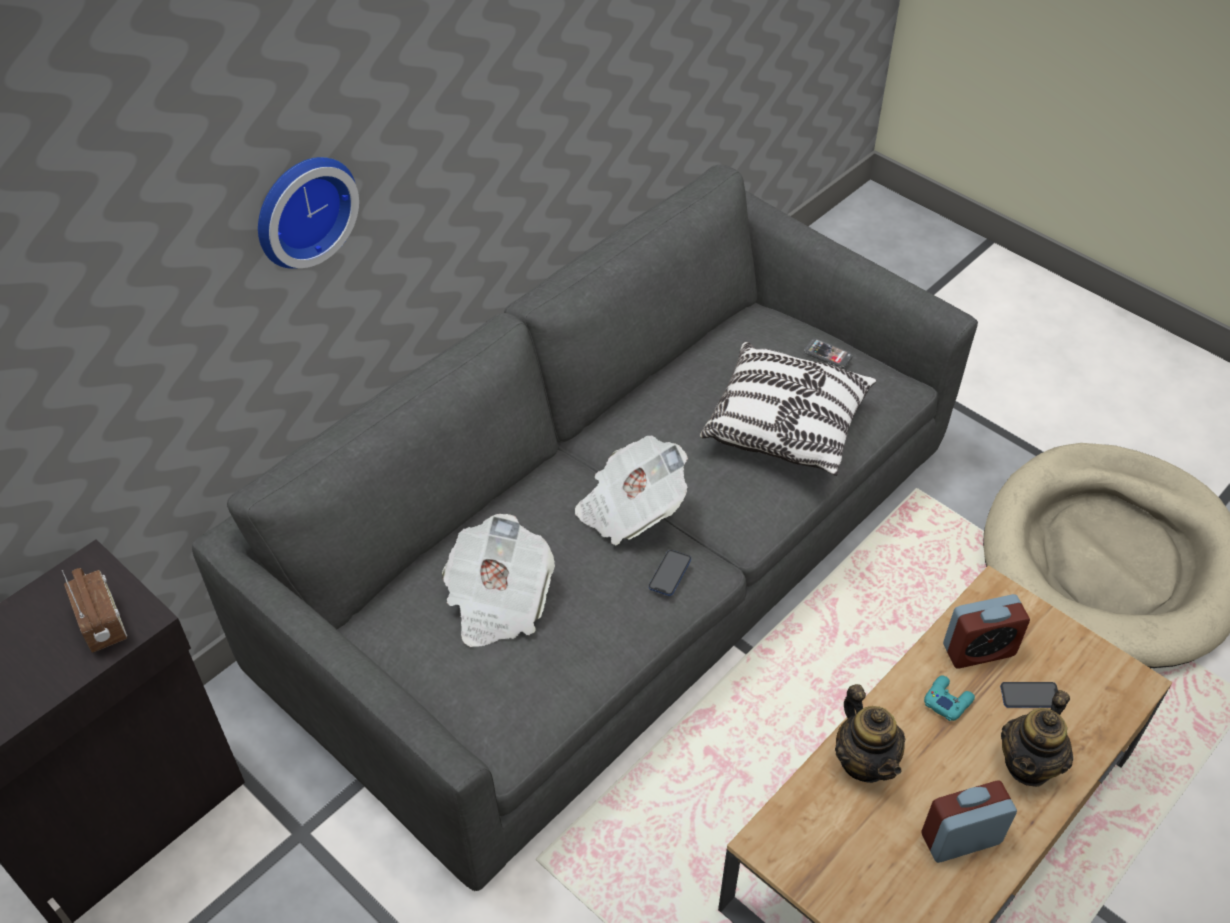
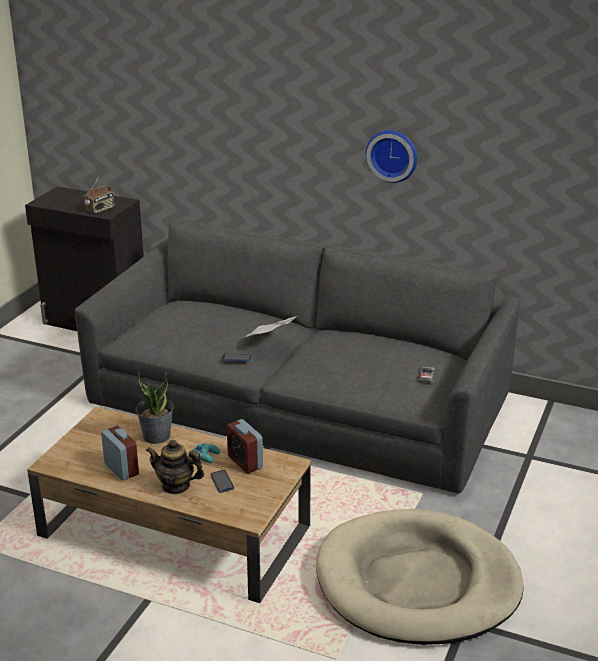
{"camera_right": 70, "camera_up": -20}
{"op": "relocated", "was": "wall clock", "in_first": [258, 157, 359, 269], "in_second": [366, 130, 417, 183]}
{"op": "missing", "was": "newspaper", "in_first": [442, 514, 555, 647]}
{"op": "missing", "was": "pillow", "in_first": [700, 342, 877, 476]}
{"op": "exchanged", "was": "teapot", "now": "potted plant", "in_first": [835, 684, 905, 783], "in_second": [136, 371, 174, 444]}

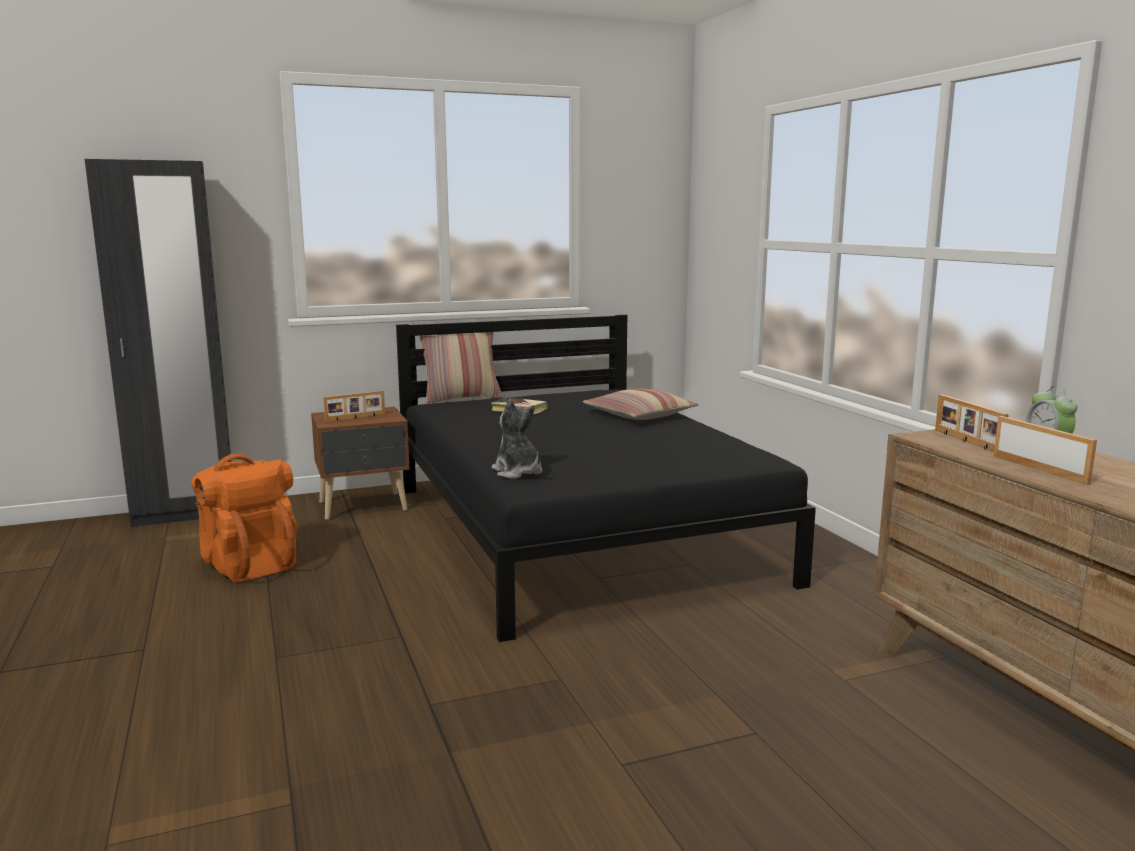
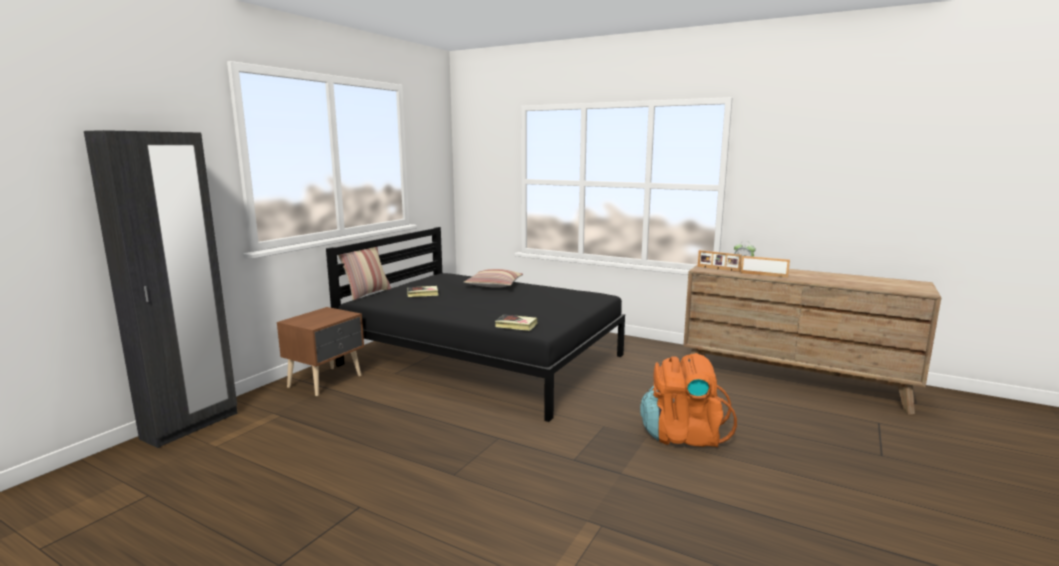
{"camera_right": -40, "camera_up": 0}
{"op": "relocated", "was": "orange backpack", "in_first": [191, 454, 297, 582], "in_second": [640, 353, 737, 447]}
{"op": "missing", "was": "picture frame", "in_first": [323, 391, 385, 422]}
{"op": "exchanged", "was": "plush toy", "now": "book", "in_first": [492, 399, 542, 479], "in_second": [495, 314, 537, 331]}

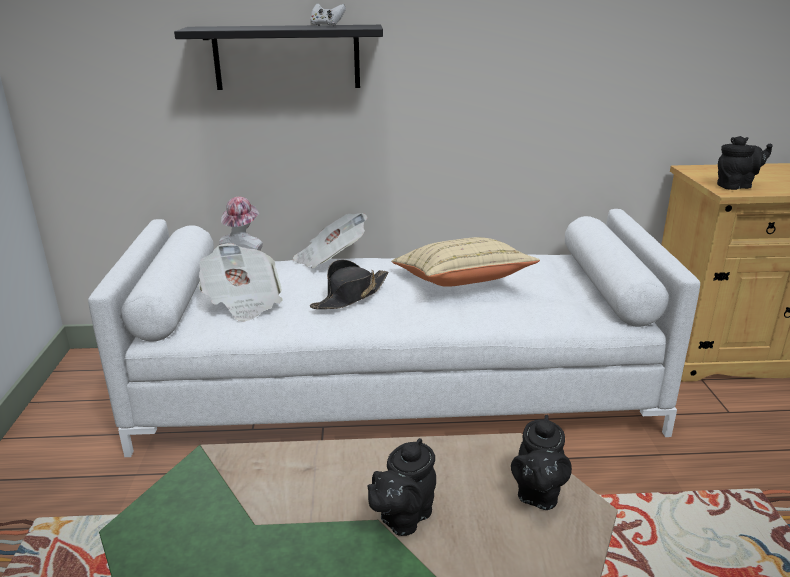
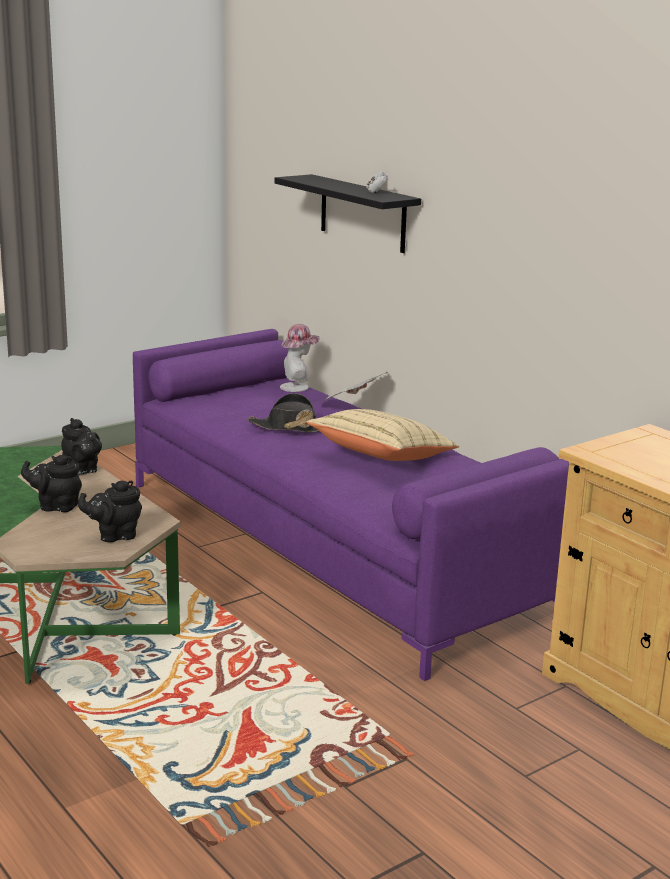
{"camera_right": 55, "camera_up": -5}
{"op": "colour", "was": "white sofa", "now": "purple sofa", "in_first": [88, 209, 700, 457], "in_second": [133, 329, 569, 681]}
{"op": "missing", "was": "newspaper", "in_first": [199, 243, 283, 322]}
{"op": "relocated", "was": "black teapot", "in_first": [717, 136, 773, 190], "in_second": [61, 418, 102, 474]}

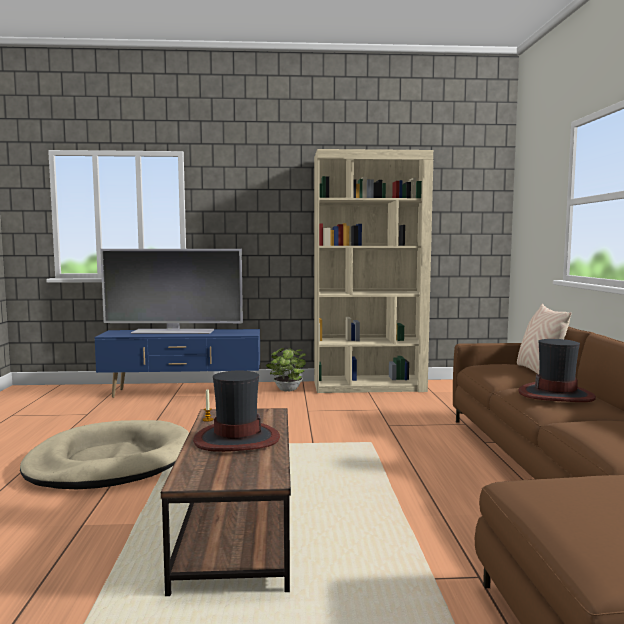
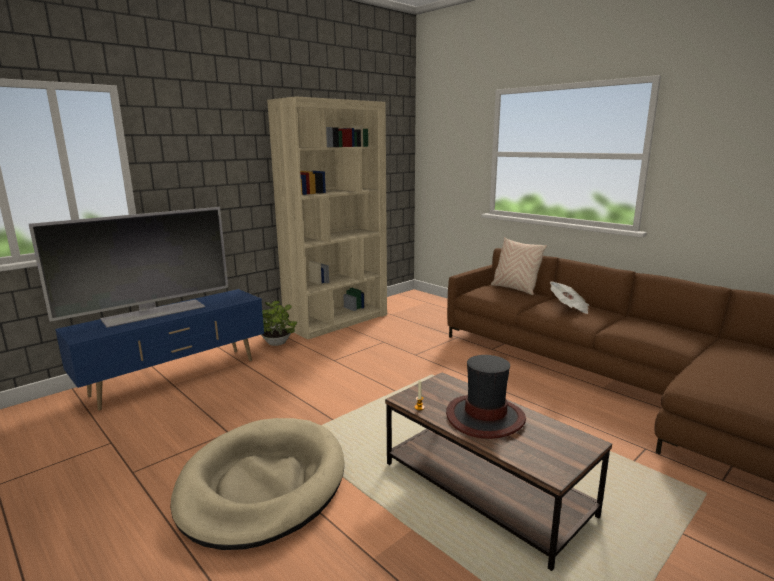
{"camera_right": -40, "camera_up": 10}
{"op": "exchanged", "was": "hat", "now": "newspaper", "in_first": [519, 339, 596, 402], "in_second": [550, 281, 589, 314]}

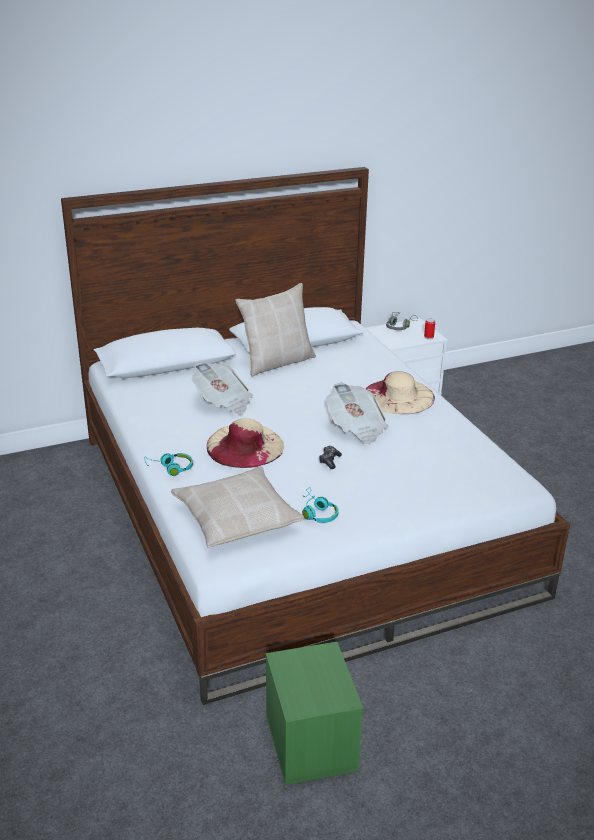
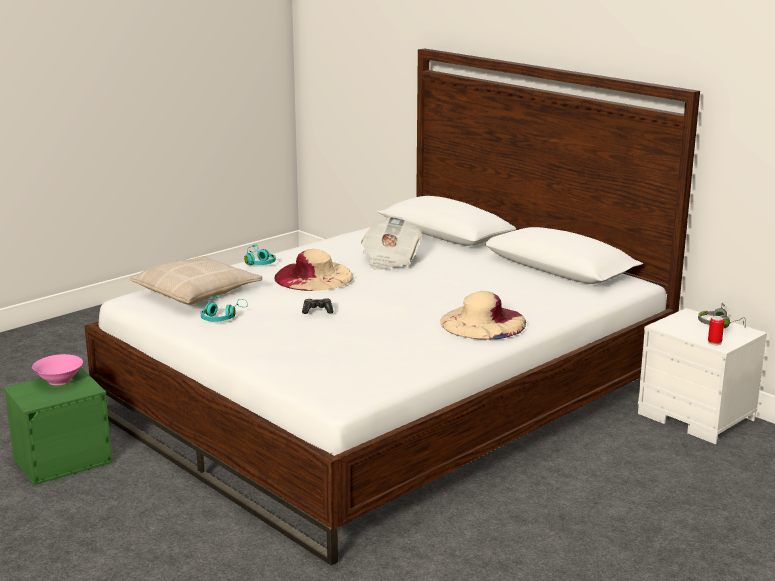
{"camera_right": 70, "camera_up": -10}
{"op": "missing", "was": "beige pillow", "in_first": [235, 283, 316, 377]}
{"op": "missing", "was": "newspaper", "in_first": [326, 383, 388, 444]}
{"op": "appeared", "now": "pink bowl", "in_second": [32, 354, 83, 385]}

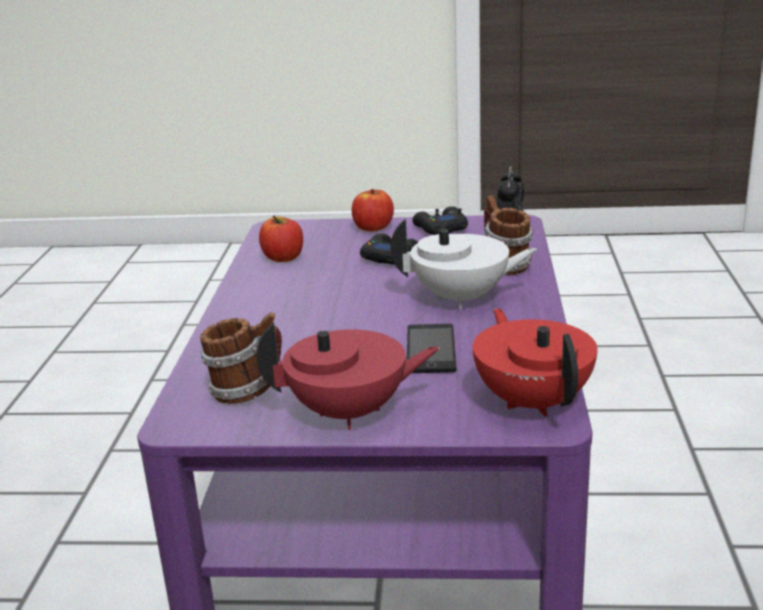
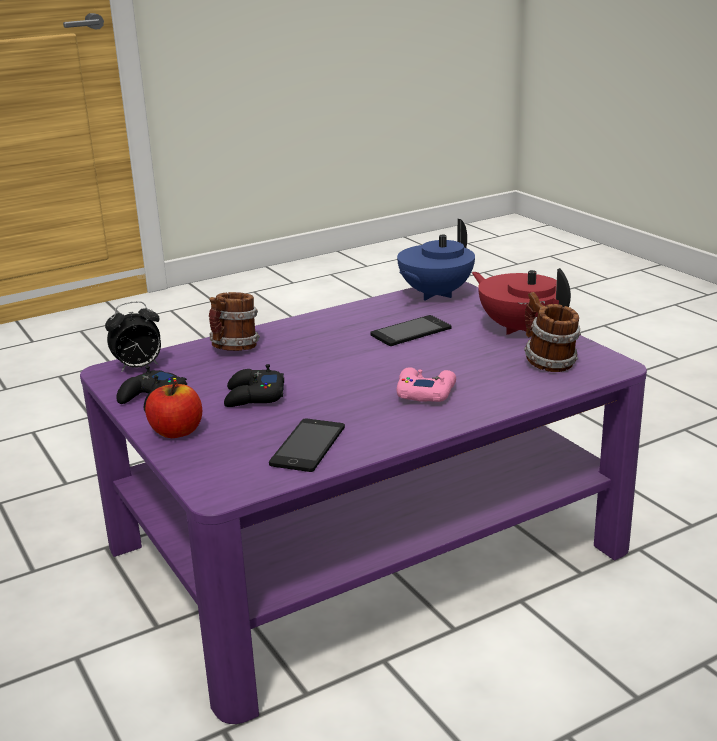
{"camera_right": -125, "camera_up": 0}
{"op": "exchanged", "was": "apple", "now": "phone", "in_first": [259, 216, 303, 262], "in_second": [269, 418, 345, 472]}
{"op": "missing", "was": "white teapot", "in_first": [390, 219, 538, 309]}
{"op": "colour", "was": "red teapot", "now": "blue teapot", "in_first": [473, 308, 597, 417], "in_second": [397, 219, 475, 301]}
{"op": "appeared", "now": "pink game controller", "in_second": [396, 367, 456, 402]}

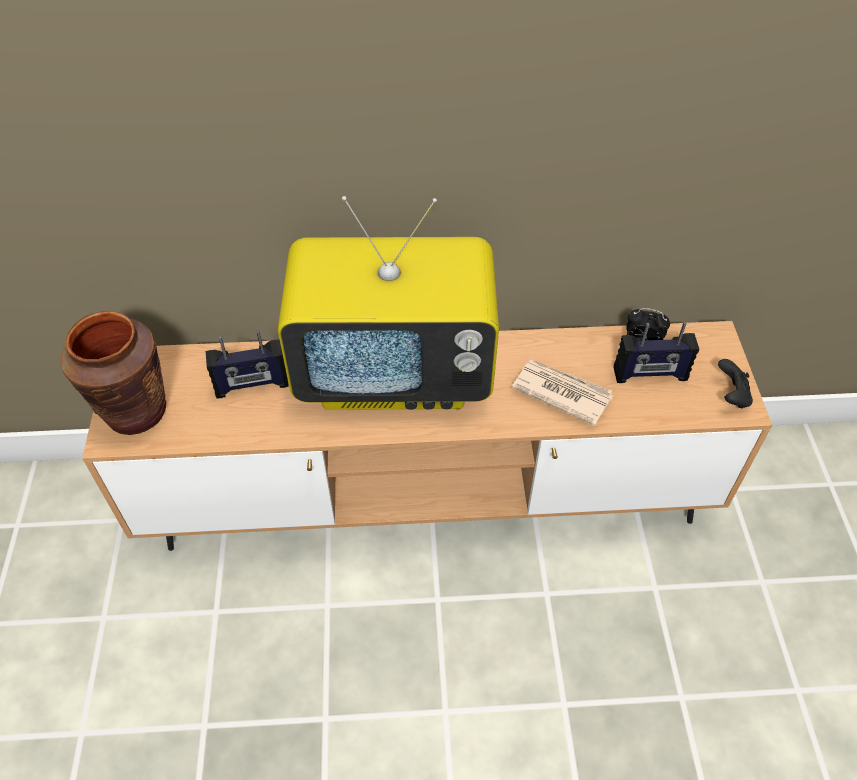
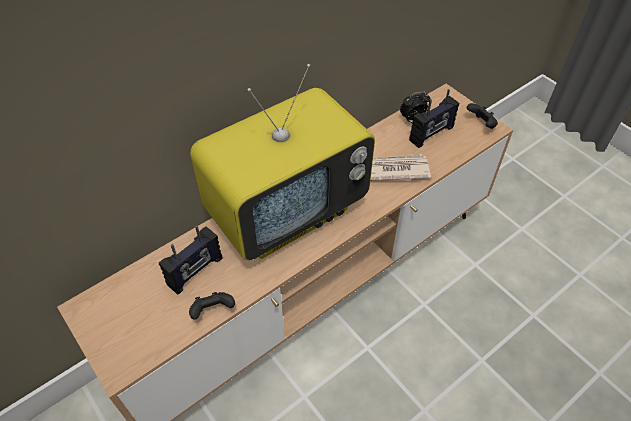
{"camera_right": -35, "camera_up": 0}
{"op": "missing", "was": "brown vase", "in_first": [60, 311, 166, 435]}
{"op": "appeared", "now": "black game controller", "in_second": [189, 292, 235, 320]}

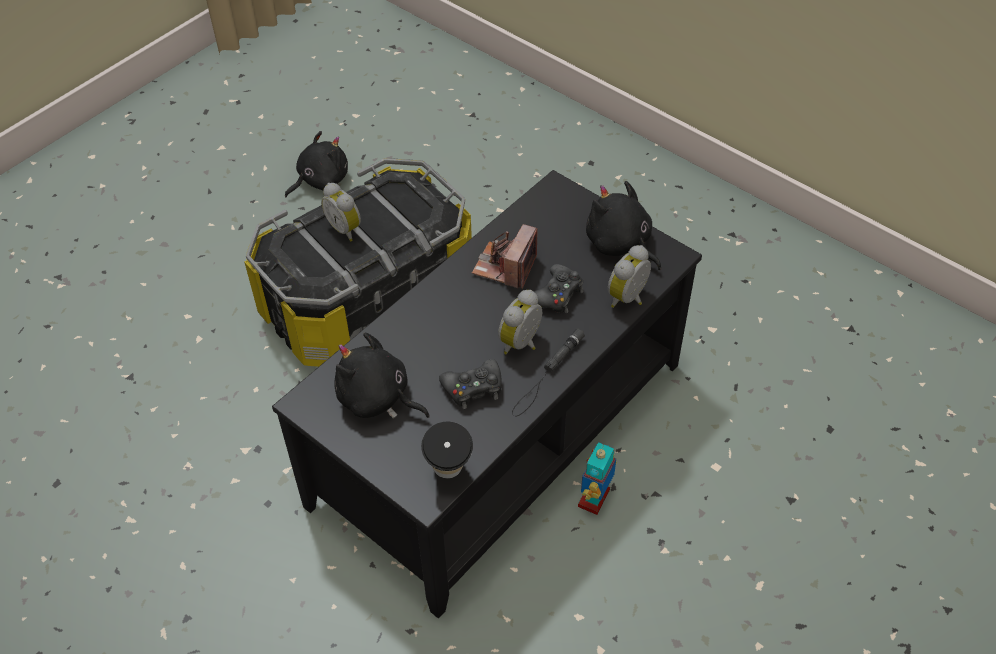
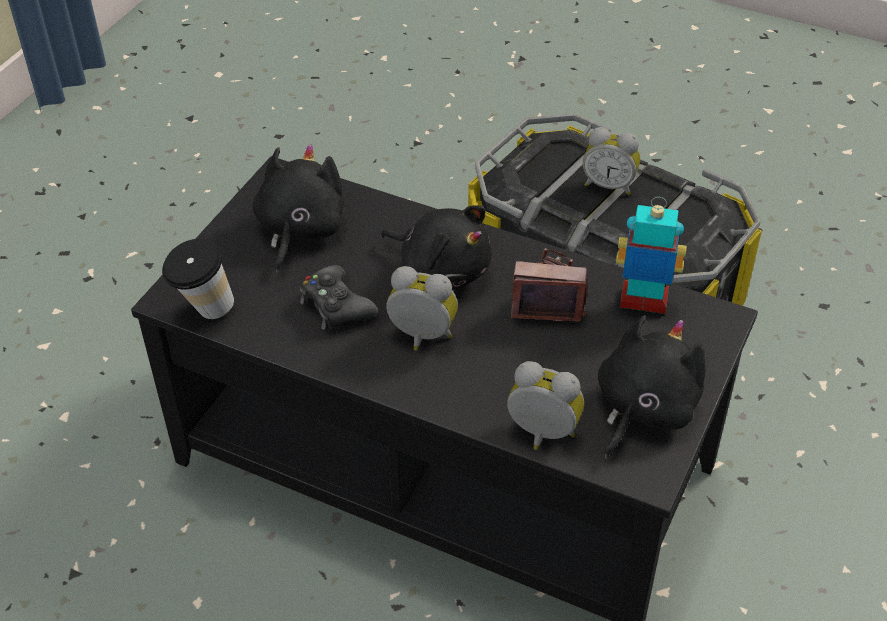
{"camera_right": 75, "camera_up": -5}
{"op": "relocated", "was": "black plush toy", "in_first": [285, 131, 348, 197], "in_second": [381, 205, 492, 290]}
{"op": "spun", "was": "alarm clock", "in_first": [321, 183, 361, 242], "in_second": [583, 127, 640, 195], "clockwise": -105}
{"op": "missing", "was": "black flashlight", "in_first": [512, 328, 585, 416]}
{"op": "missing", "was": "black game controller", "in_first": [534, 264, 584, 314]}
{"op": "relocated", "was": "toy robot", "in_first": [578, 442, 617, 515], "in_second": [616, 197, 687, 314]}

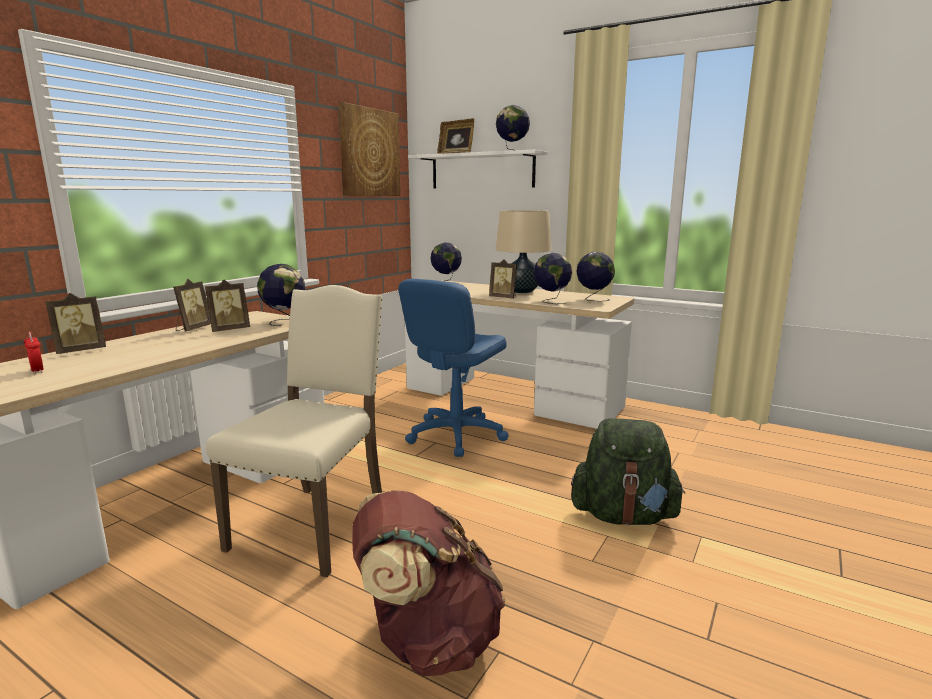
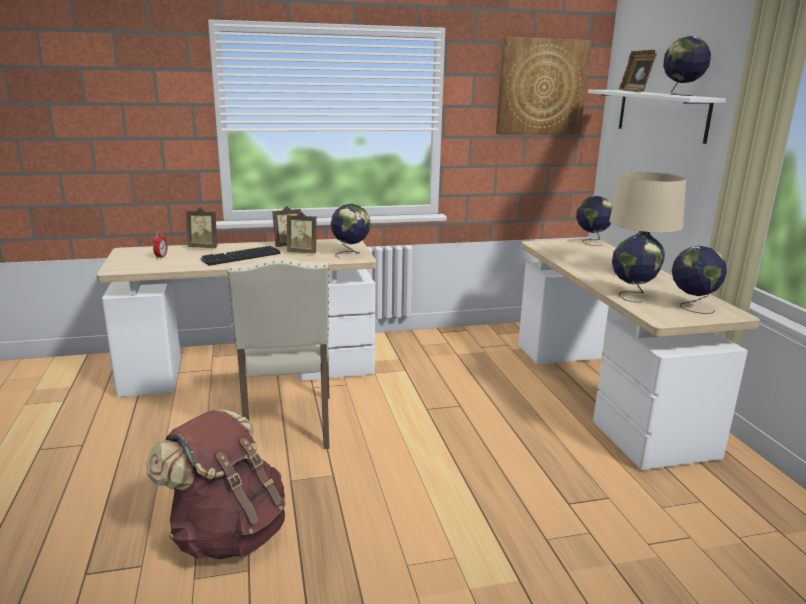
{"camera_right": 45, "camera_up": 5}
{"op": "spun", "was": "beige chair", "in_first": [206, 285, 382, 577], "in_second": [227, 257, 330, 449], "clockwise": 105}
{"op": "missing", "was": "blue office chair", "in_first": [398, 279, 509, 457]}
{"op": "missing", "was": "picture frame", "in_first": [489, 259, 517, 298]}
{"op": "missing", "was": "green backpack", "in_first": [571, 418, 685, 525]}
{"op": "appeared", "now": "keyboard", "in_second": [200, 246, 280, 266]}

